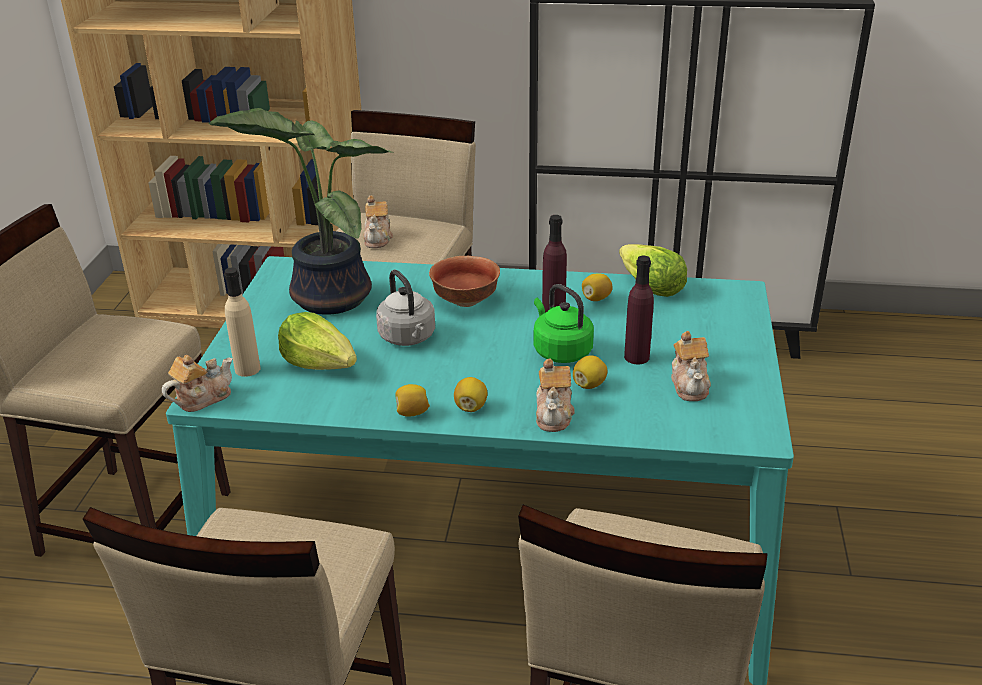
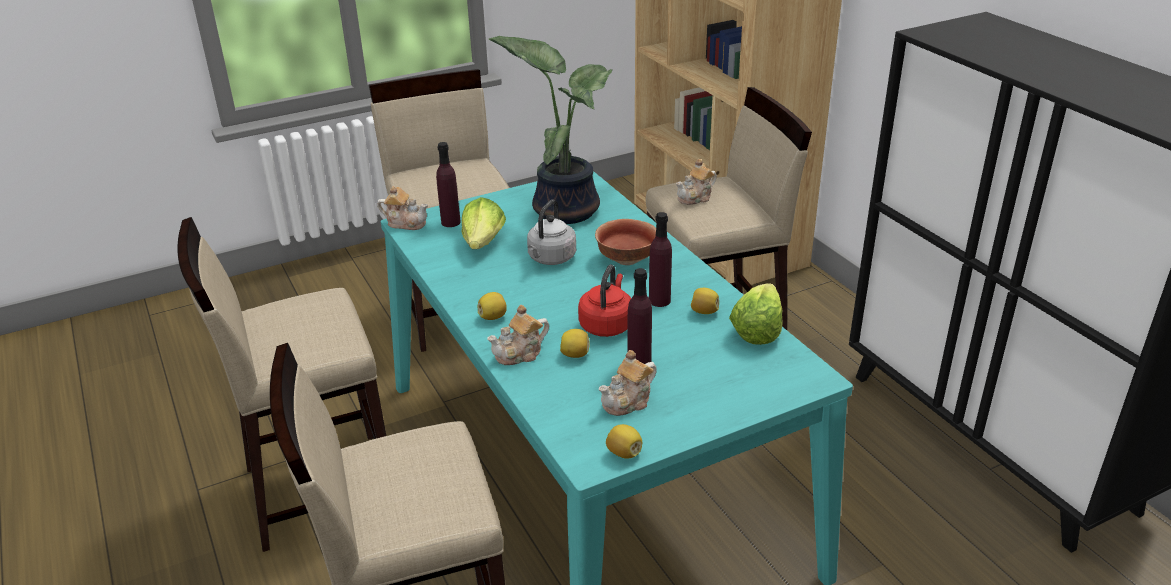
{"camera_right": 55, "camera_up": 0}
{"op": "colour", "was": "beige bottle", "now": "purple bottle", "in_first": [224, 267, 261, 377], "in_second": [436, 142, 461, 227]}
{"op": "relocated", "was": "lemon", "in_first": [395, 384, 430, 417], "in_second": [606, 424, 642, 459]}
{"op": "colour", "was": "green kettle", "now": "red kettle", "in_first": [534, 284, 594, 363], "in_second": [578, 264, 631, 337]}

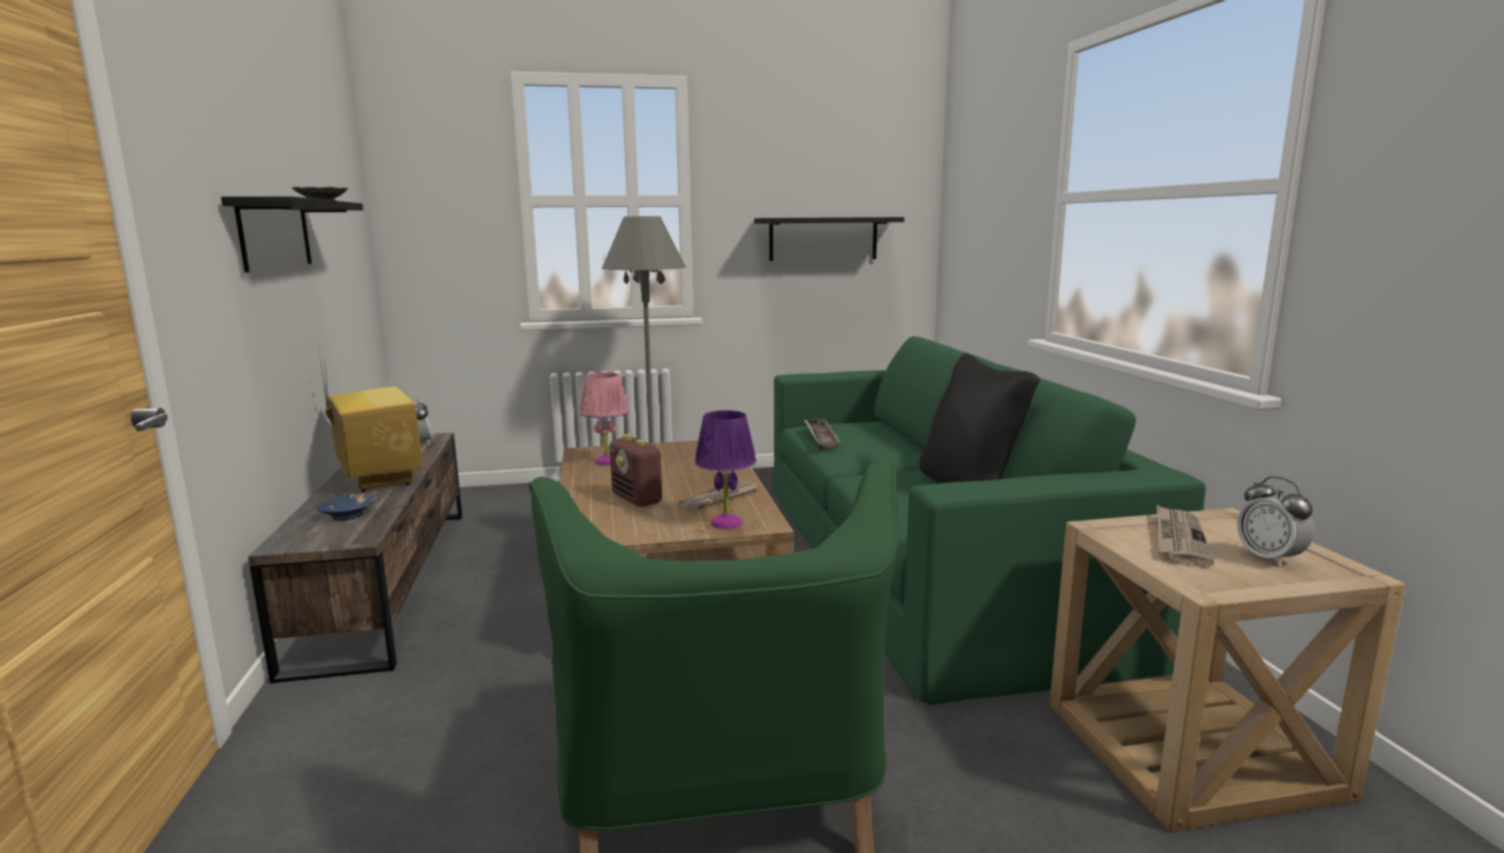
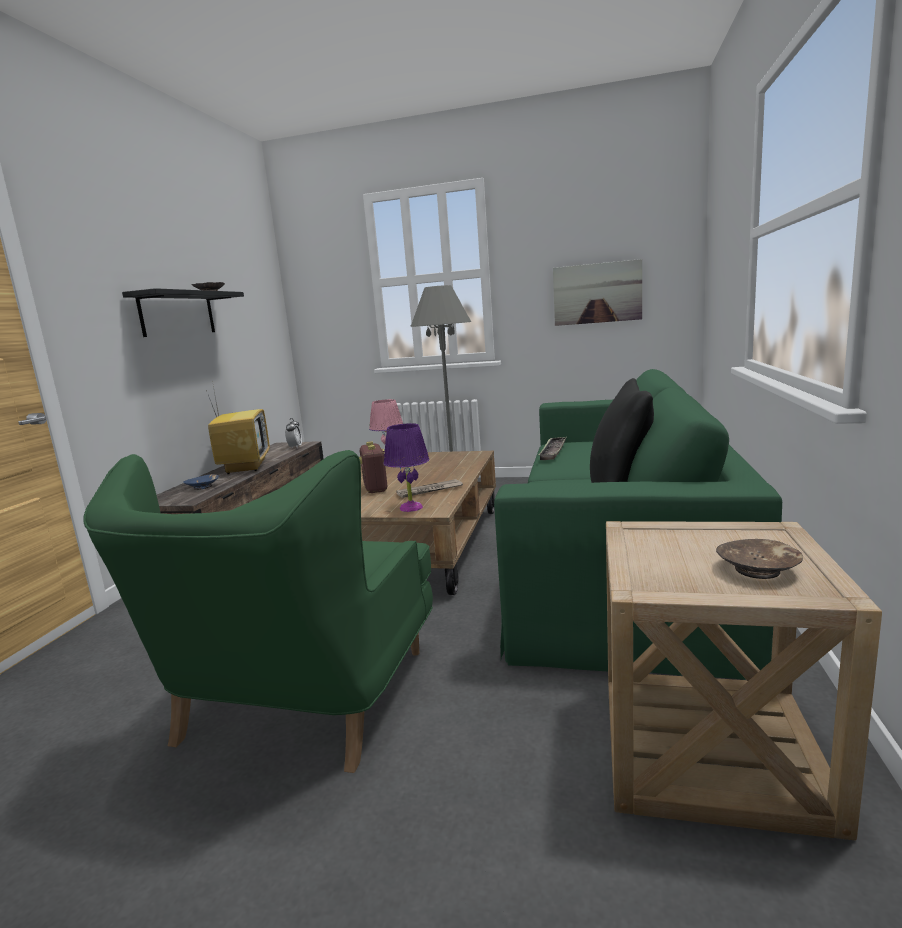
{"camera_right": 25, "camera_up": 0}
{"op": "exchanged", "was": "black shelf", "now": "picture", "in_first": [754, 217, 904, 261], "in_second": [553, 259, 642, 326]}
{"op": "missing", "was": "newspaper", "in_first": [1157, 505, 1214, 566]}
{"op": "exchanged", "was": "alarm clock", "now": "brown bowl", "in_first": [1237, 476, 1314, 567], "in_second": [716, 539, 803, 579]}

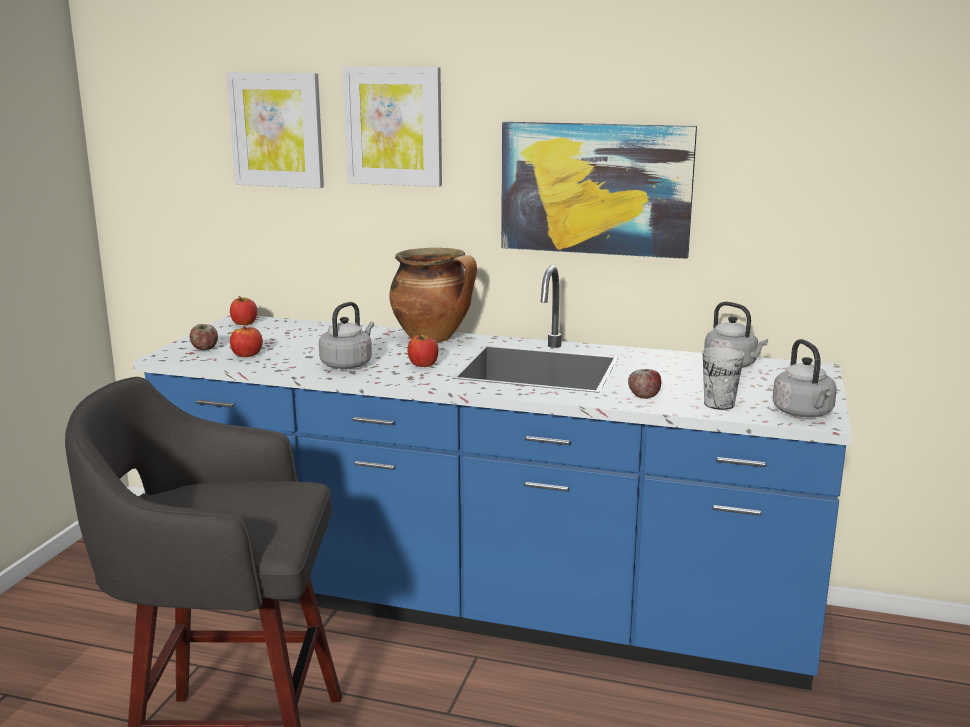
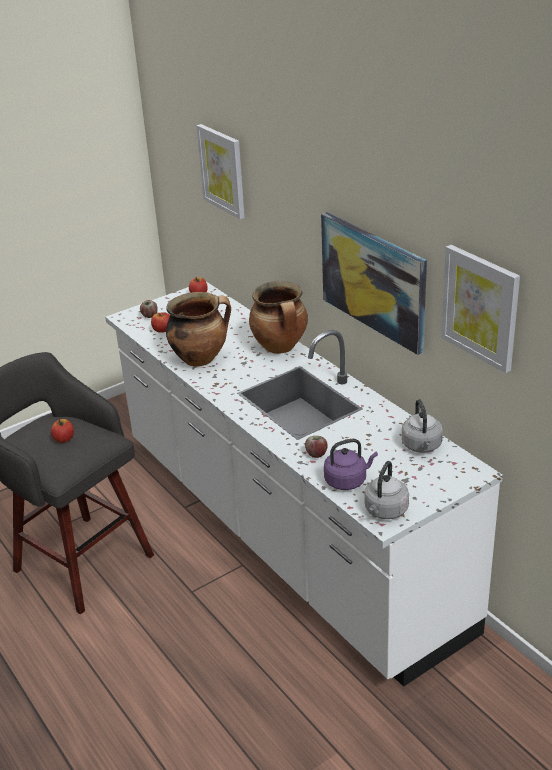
{"camera_right": 40, "camera_up": 15}
{"op": "colour", "was": "blue counter", "now": "white counter", "in_first": [133, 266, 852, 690], "in_second": [105, 282, 503, 687]}
{"op": "exchanged", "was": "grey kettle", "now": "cooking pot", "in_first": [319, 302, 374, 369], "in_second": [166, 292, 231, 367]}
{"op": "relocated", "was": "picture", "in_first": [343, 66, 442, 187], "in_second": [441, 245, 520, 373]}
{"op": "relocated", "was": "apple", "in_first": [408, 334, 438, 367], "in_second": [51, 419, 74, 443]}
{"op": "exchanged", "was": "cup", "now": "purple kettle", "in_first": [703, 347, 744, 410], "in_second": [324, 439, 378, 490]}

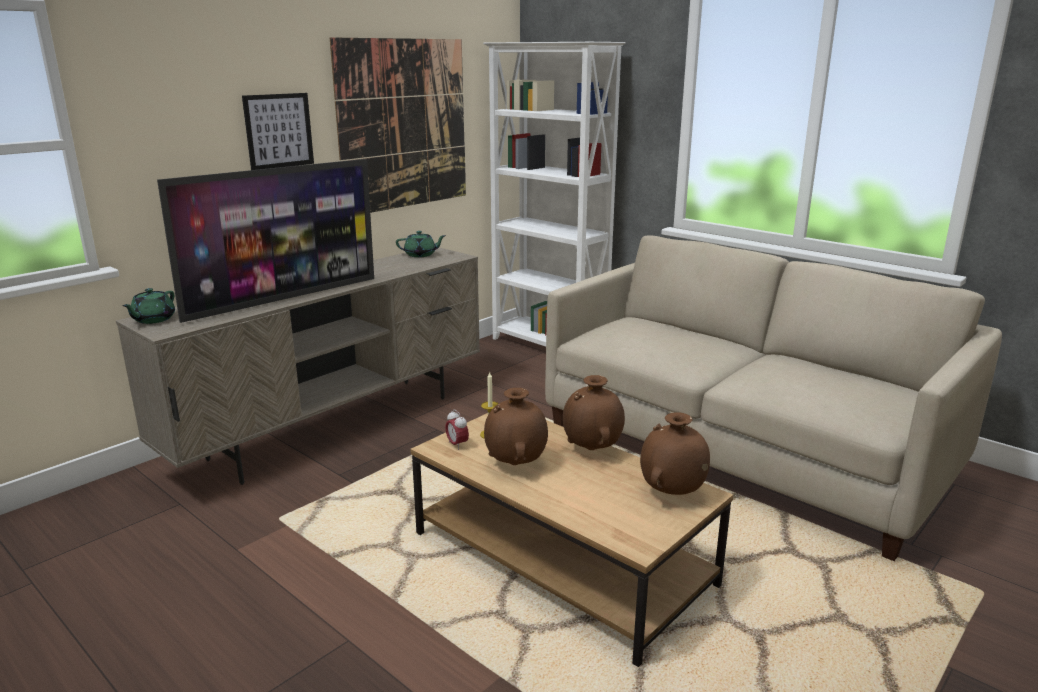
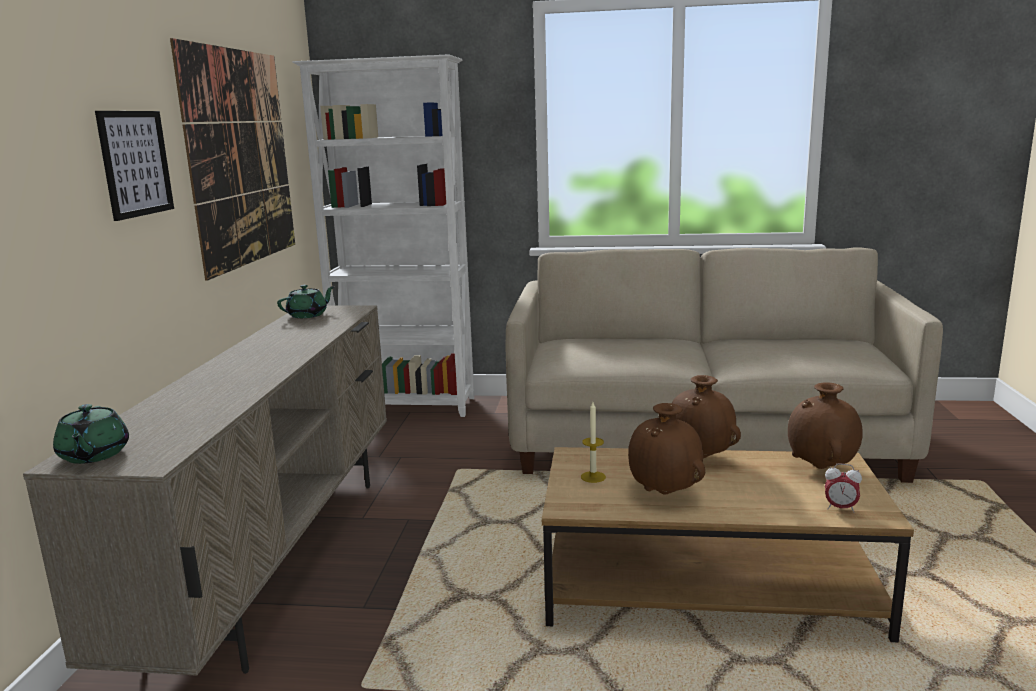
{"camera_right": -35, "camera_up": -5}
{"op": "missing", "was": "television", "in_first": [157, 159, 374, 323]}
{"op": "relocated", "was": "alarm clock", "in_first": [445, 409, 469, 450], "in_second": [825, 463, 862, 513]}

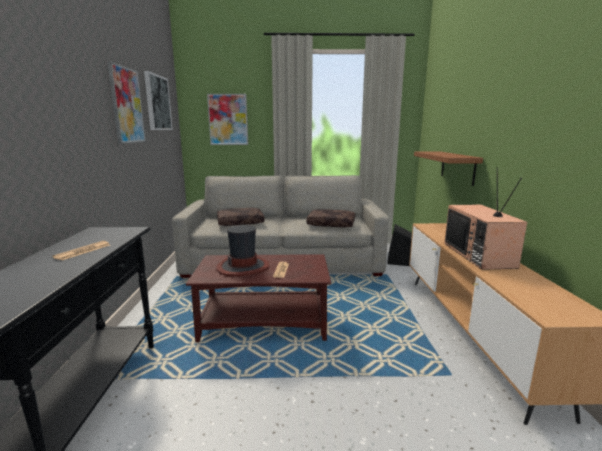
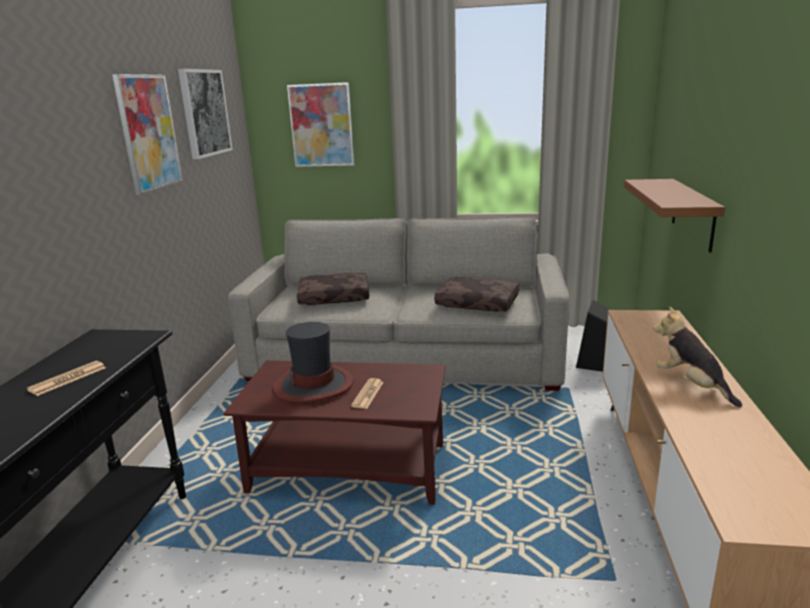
{"camera_right": 10, "camera_up": 5}
{"op": "exchanged", "was": "television", "now": "plush toy", "in_first": [444, 168, 527, 270], "in_second": [653, 307, 742, 407]}

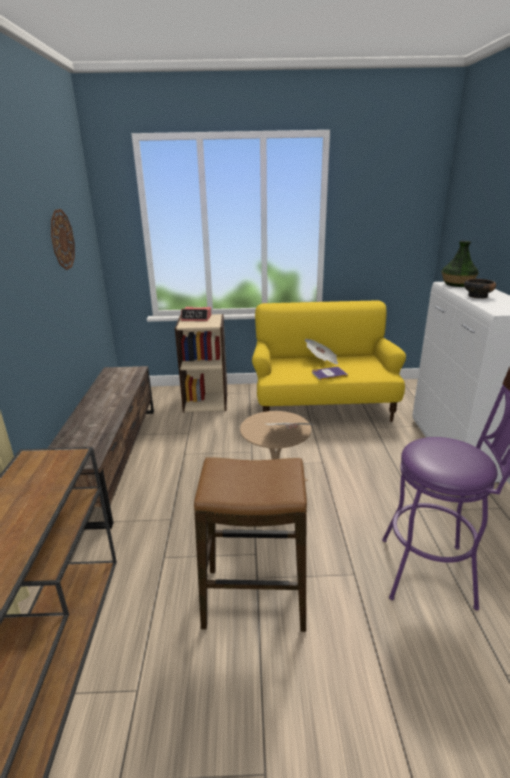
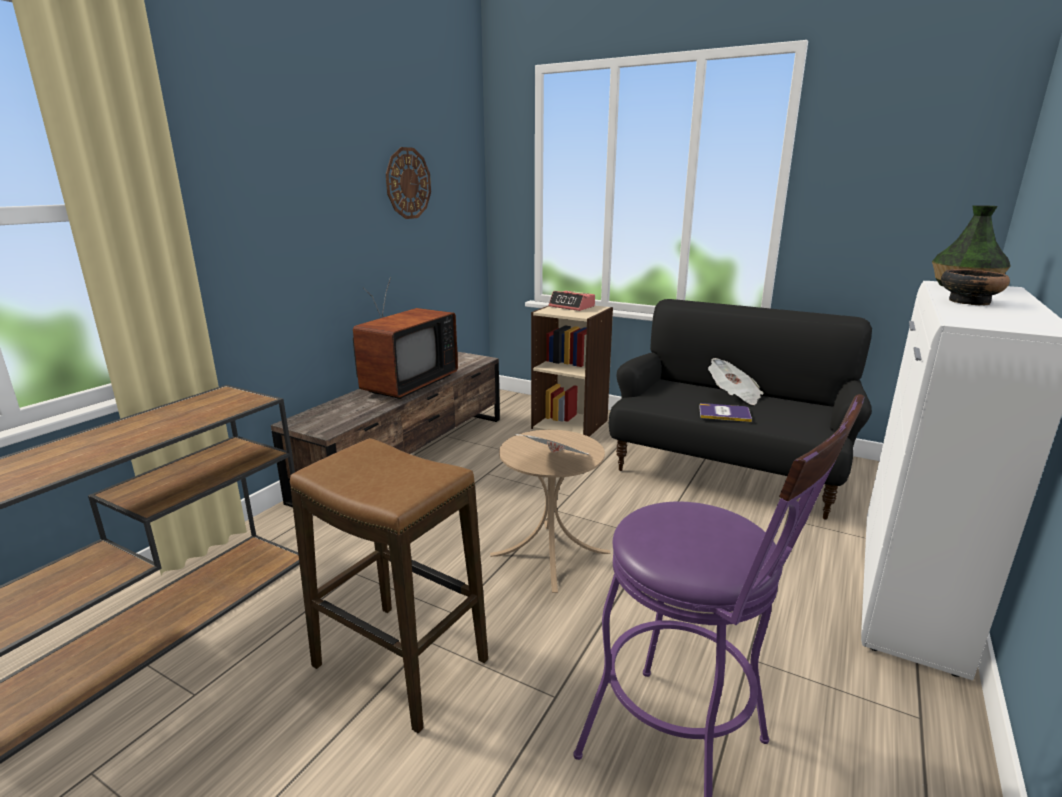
{"camera_right": 30, "camera_up": -5}
{"op": "colour", "was": "yellow sofa", "now": "black sofa", "in_first": [252, 300, 406, 422], "in_second": [609, 299, 872, 520]}
{"op": "appeared", "now": "television", "in_second": [353, 277, 458, 399]}

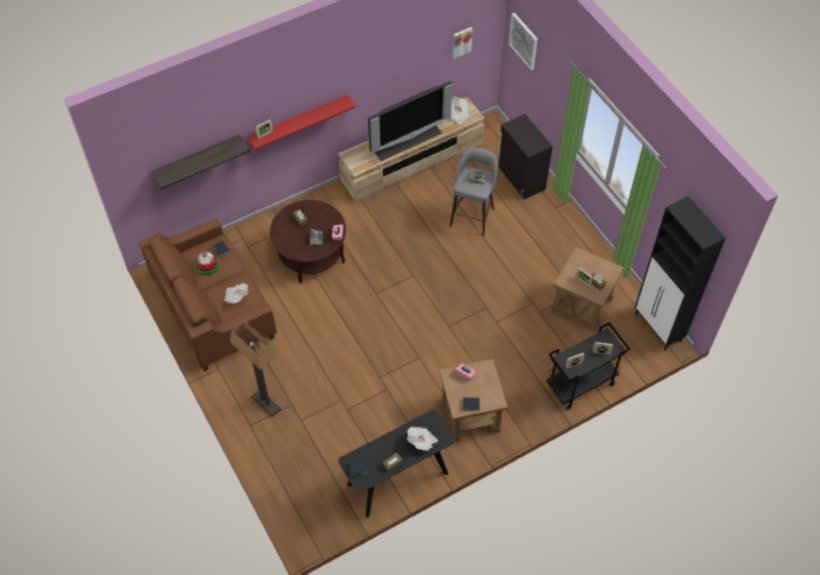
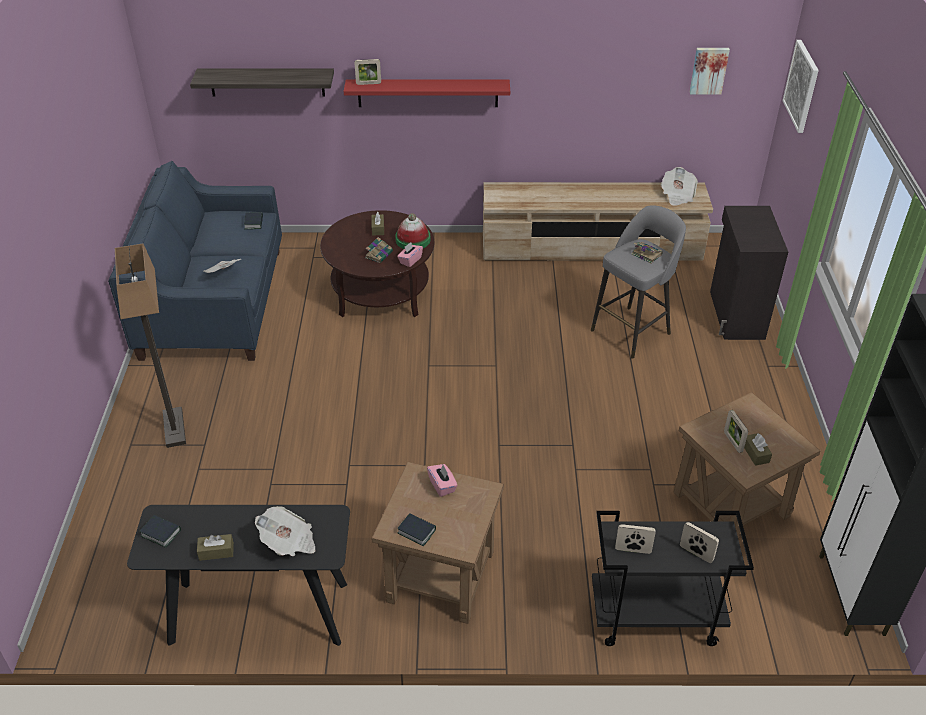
{"camera_right": 30, "camera_up": -15}
{"op": "colour", "was": "brown sofa", "now": "blue sofa", "in_first": [139, 218, 277, 372], "in_second": [108, 161, 282, 361]}
{"op": "relocated", "was": "hat", "in_first": [195, 252, 219, 275], "in_second": [395, 213, 431, 249]}
{"op": "missing", "was": "television", "in_first": [368, 81, 453, 161]}

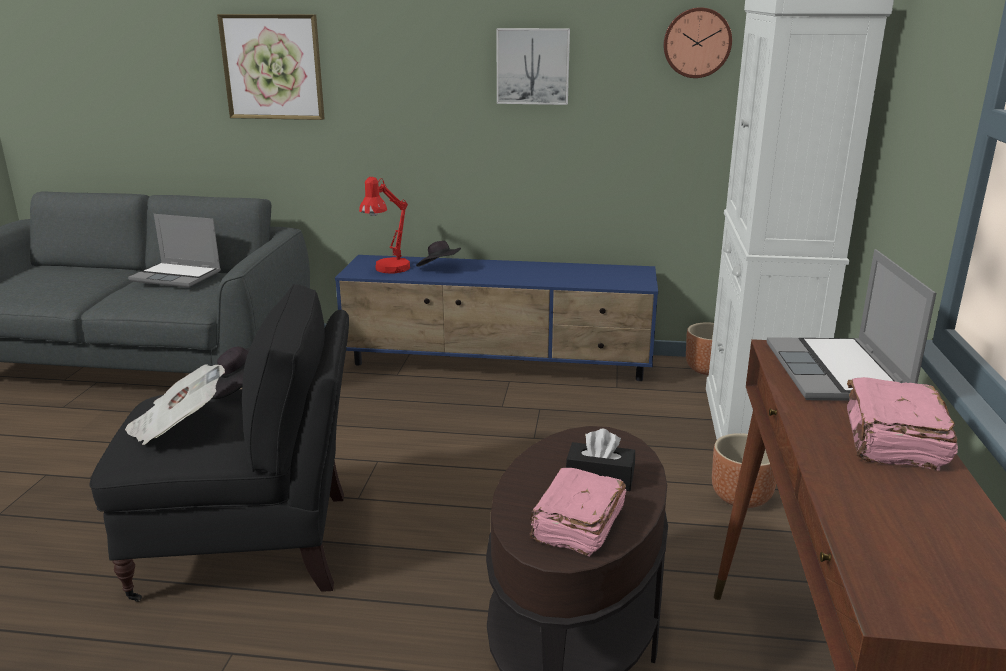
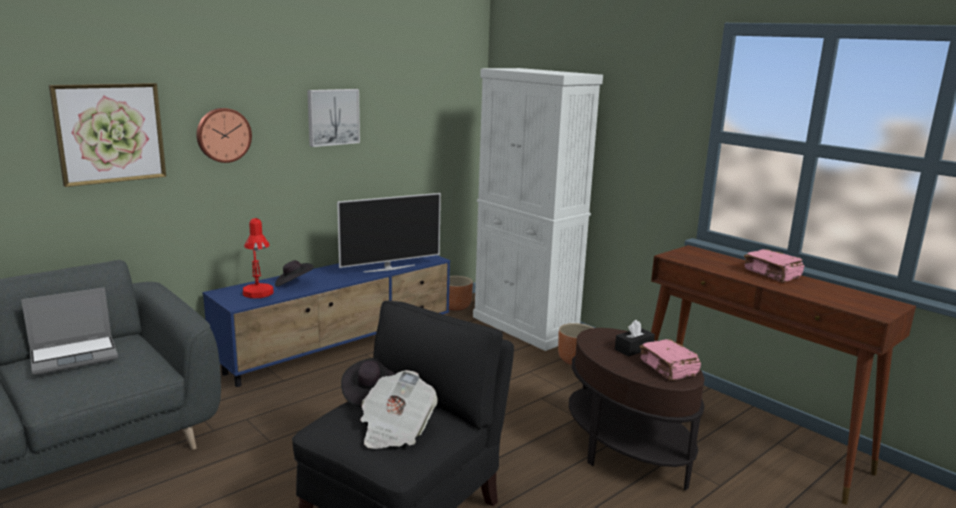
{"camera_right": -50, "camera_up": -5}
{"op": "relocated", "was": "wall clock", "in_first": [663, 7, 732, 78], "in_second": [197, 108, 252, 163]}
{"op": "missing", "was": "laptop", "in_first": [767, 249, 936, 401]}
{"op": "appeared", "now": "television", "in_second": [337, 193, 441, 272]}

